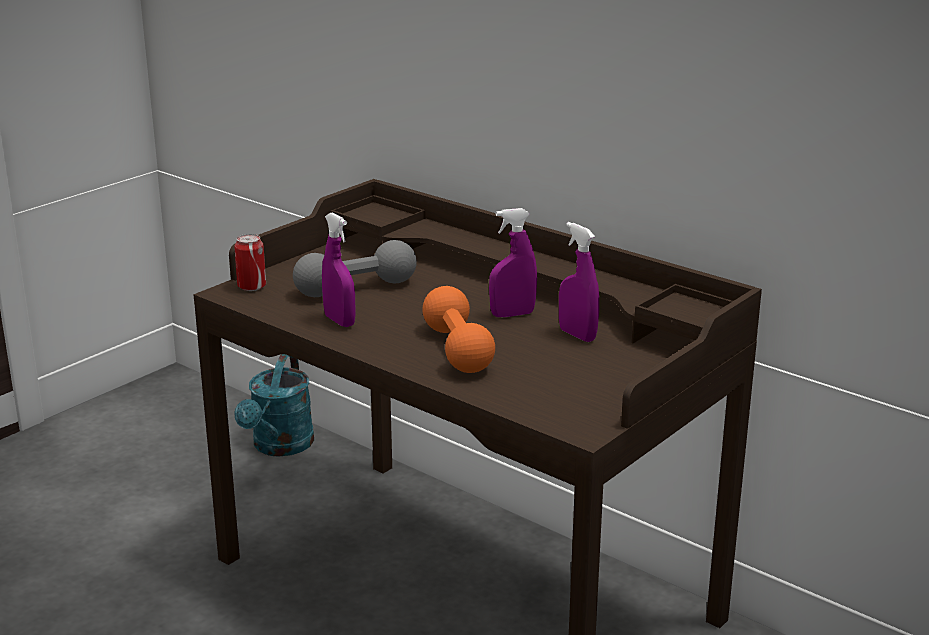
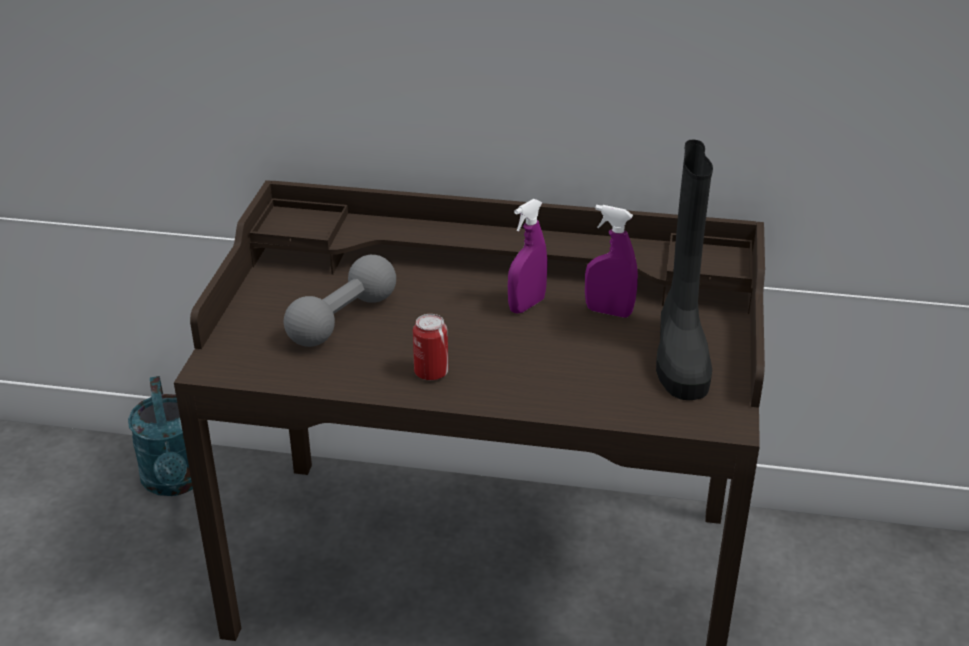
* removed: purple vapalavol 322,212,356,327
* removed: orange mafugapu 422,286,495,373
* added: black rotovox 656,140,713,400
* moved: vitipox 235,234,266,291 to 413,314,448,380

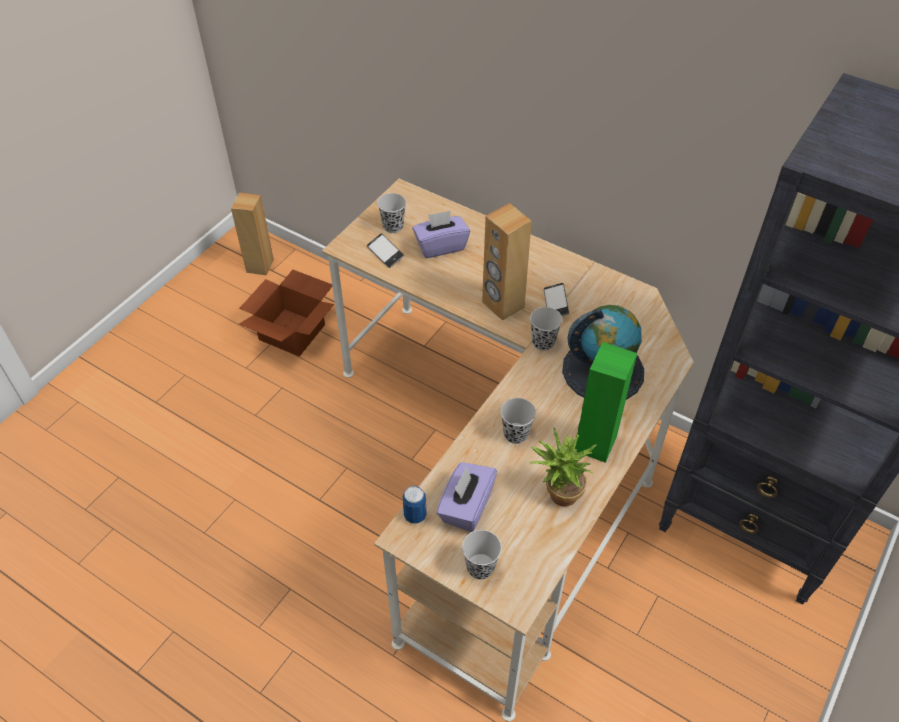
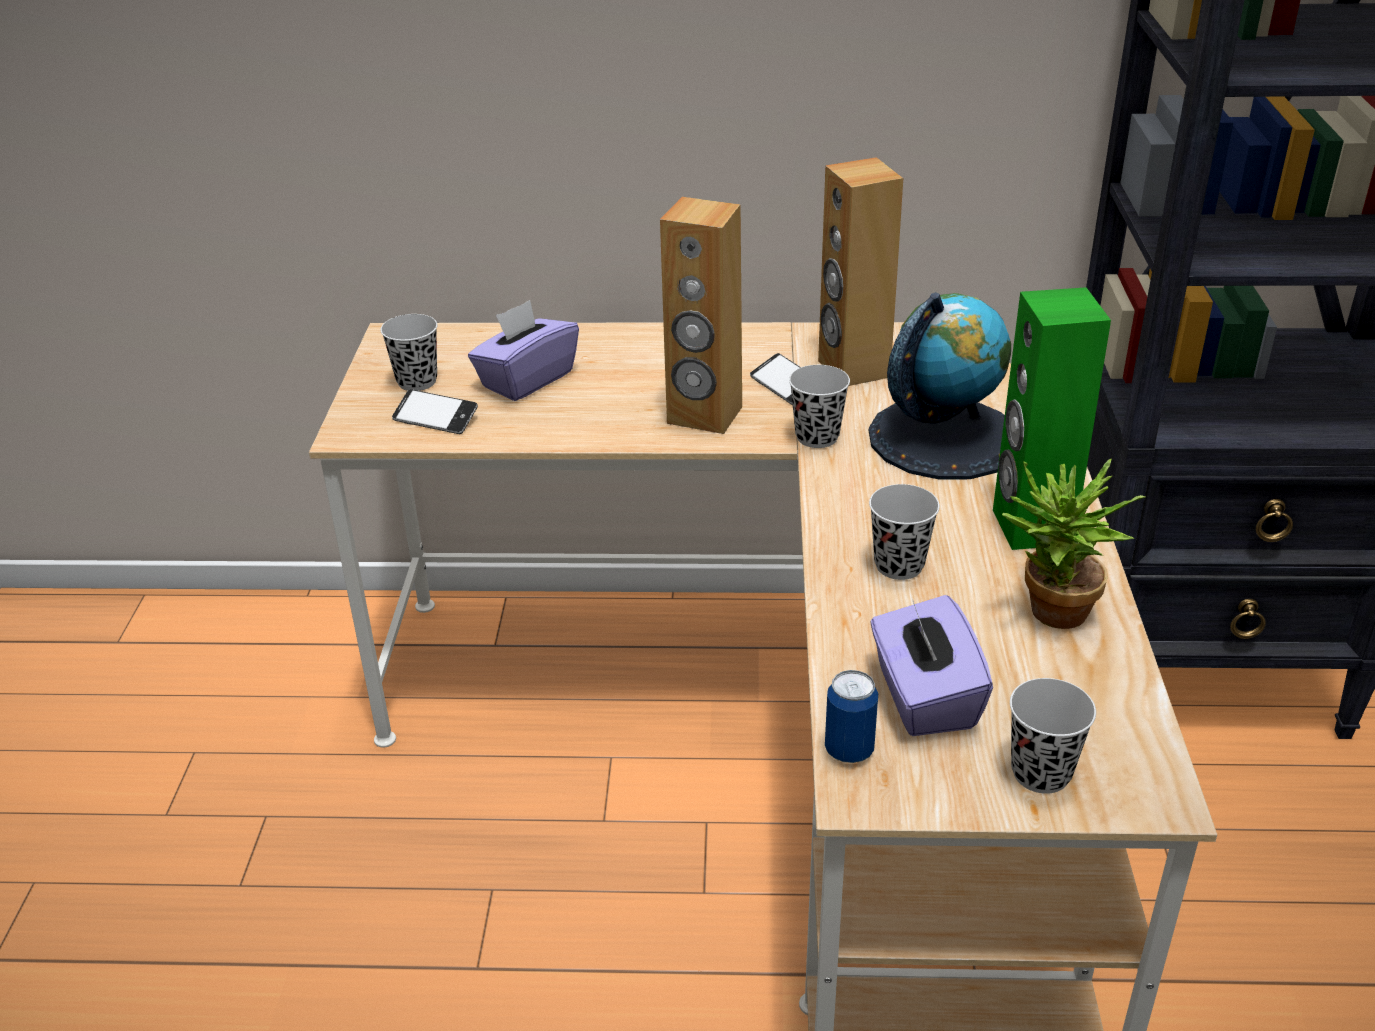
* removed: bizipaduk 239,269,334,357
* moved: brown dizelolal 231,193,274,275 to 818,157,903,386

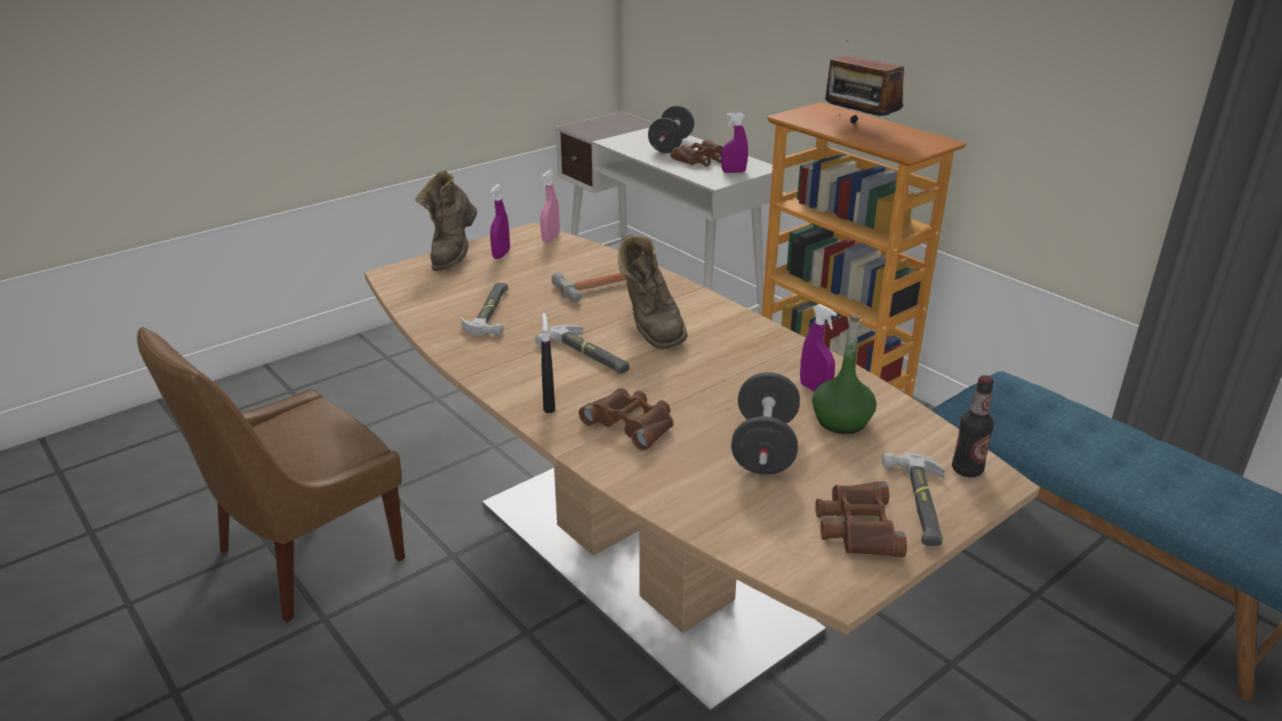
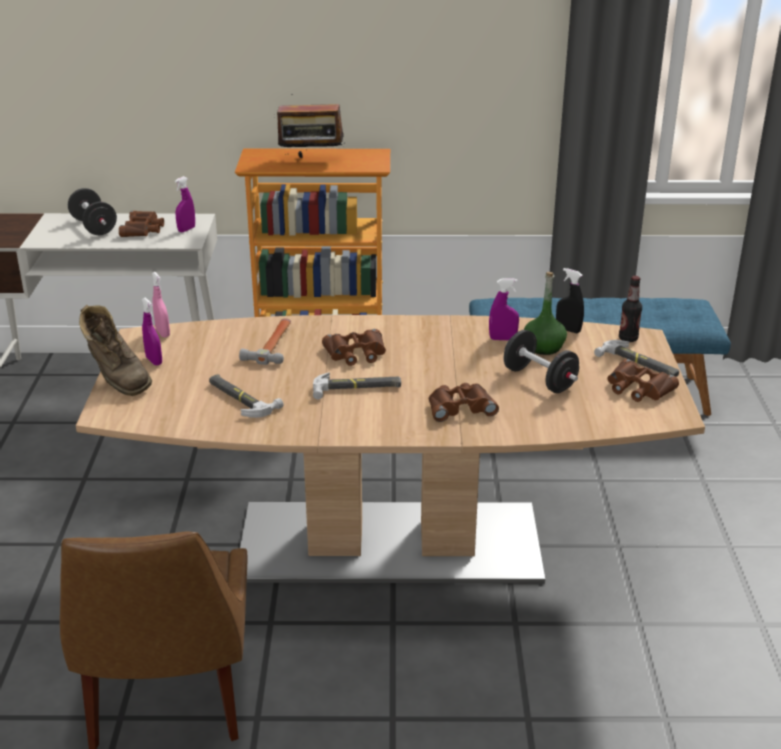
* moved: black vapalavol 541,313,555,413 to 556,268,584,333
* replaced: brown rotovox 618,234,688,350 to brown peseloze 322,329,386,366

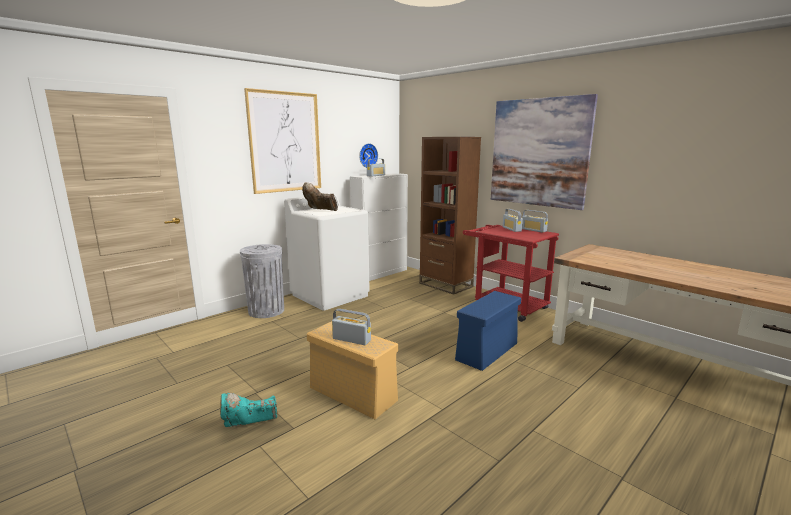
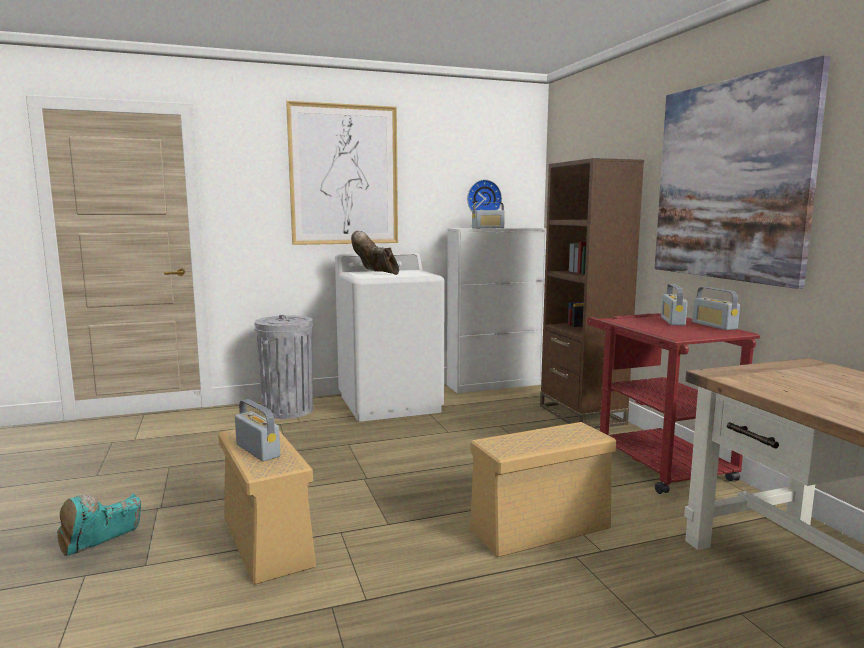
* recoloured: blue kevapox 455,291,521,371 to beige kevapox 470,422,616,557
* turned: turquoise rotovox 220,393,277,427 = 57,494,141,556 60 degrees counterclockwise

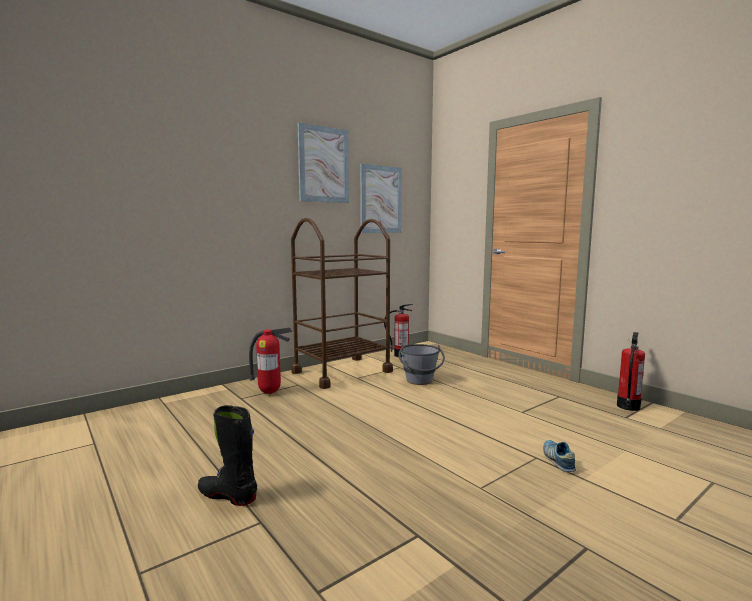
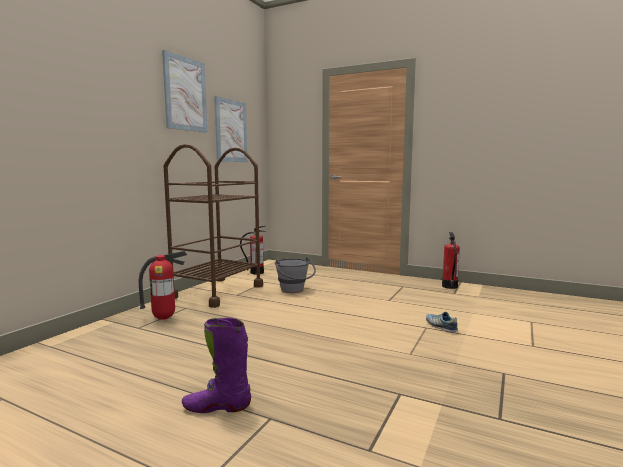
* recoloured: black rotovox 198,405,257,506 to purple rotovox 182,318,251,413

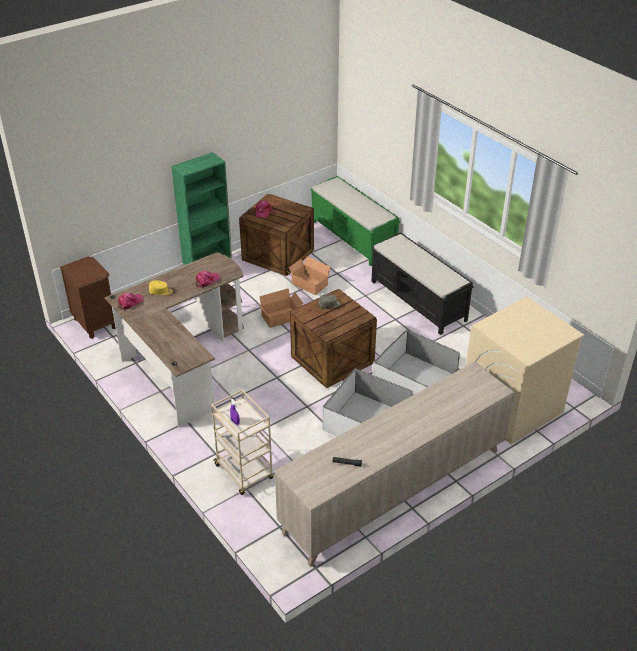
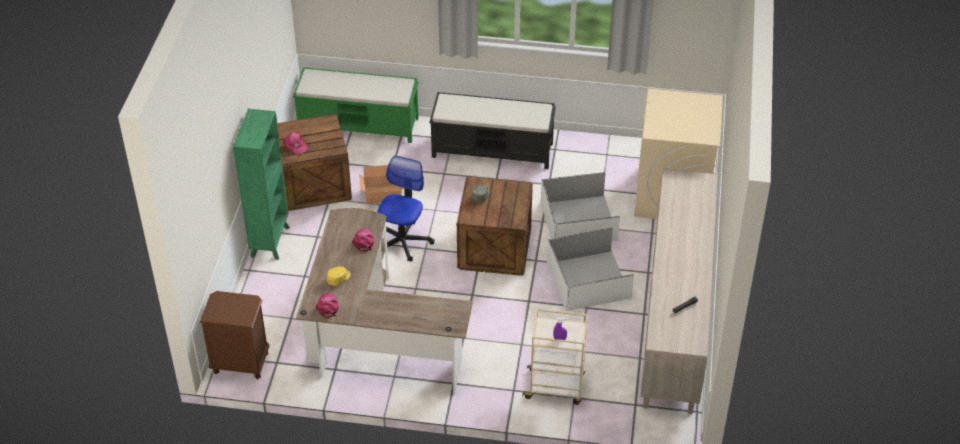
* replaced: bizipaduk 257,288,303,328 to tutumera 377,156,434,262

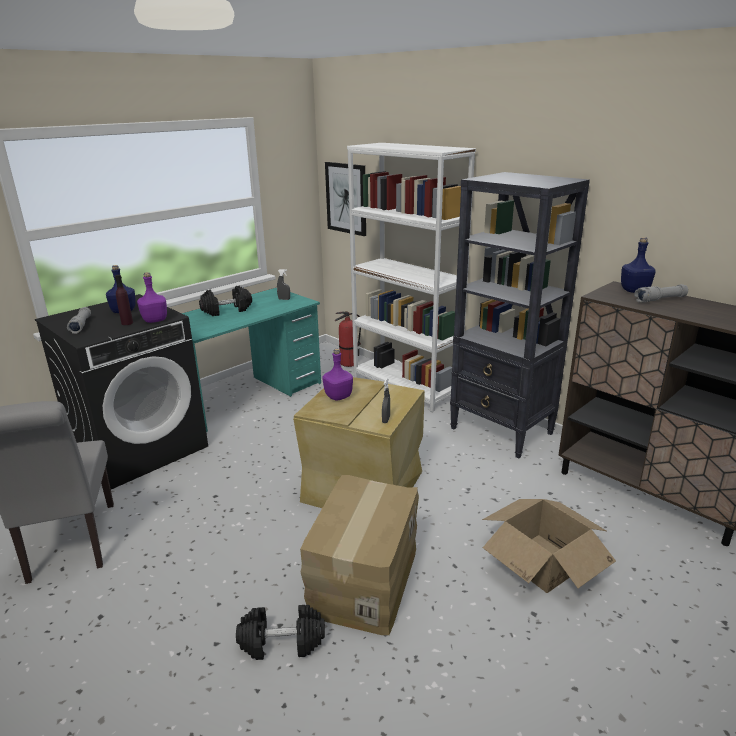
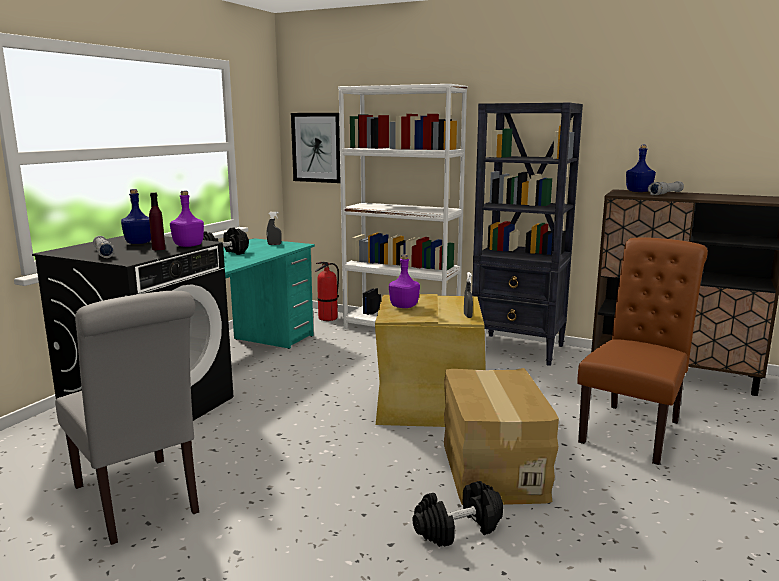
* replaced: bizipaduk 482,499,616,593 to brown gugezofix 578,237,708,465

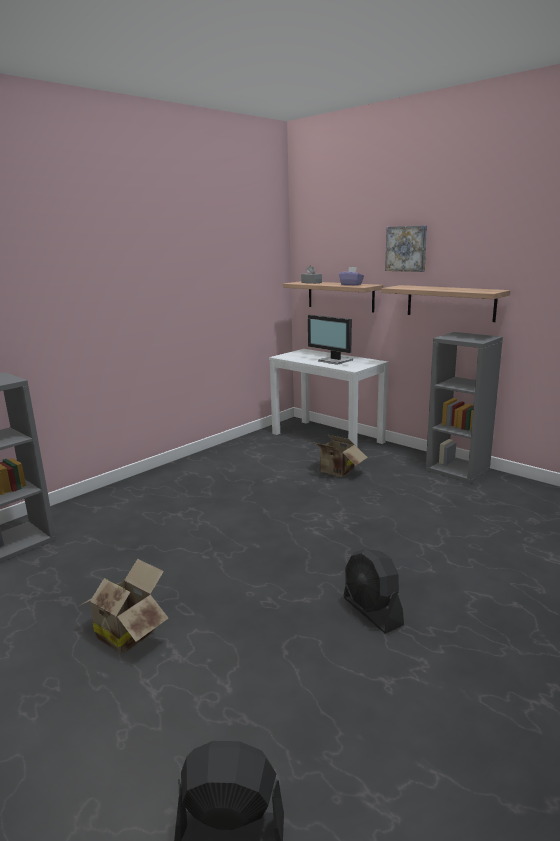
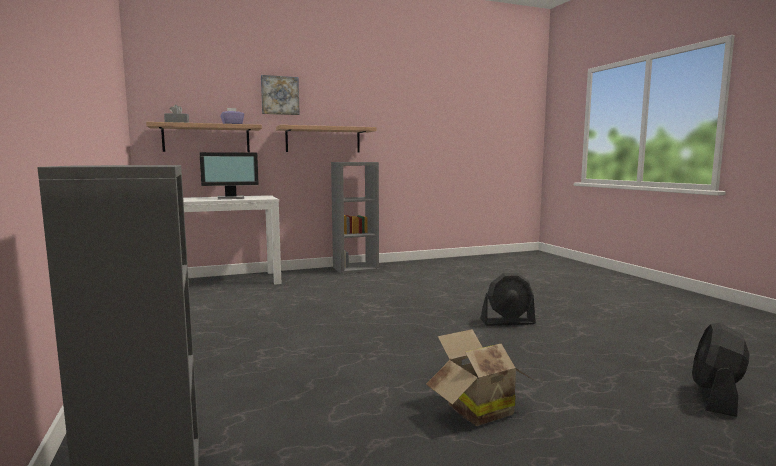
* removed: bizipaduk 309,435,368,477

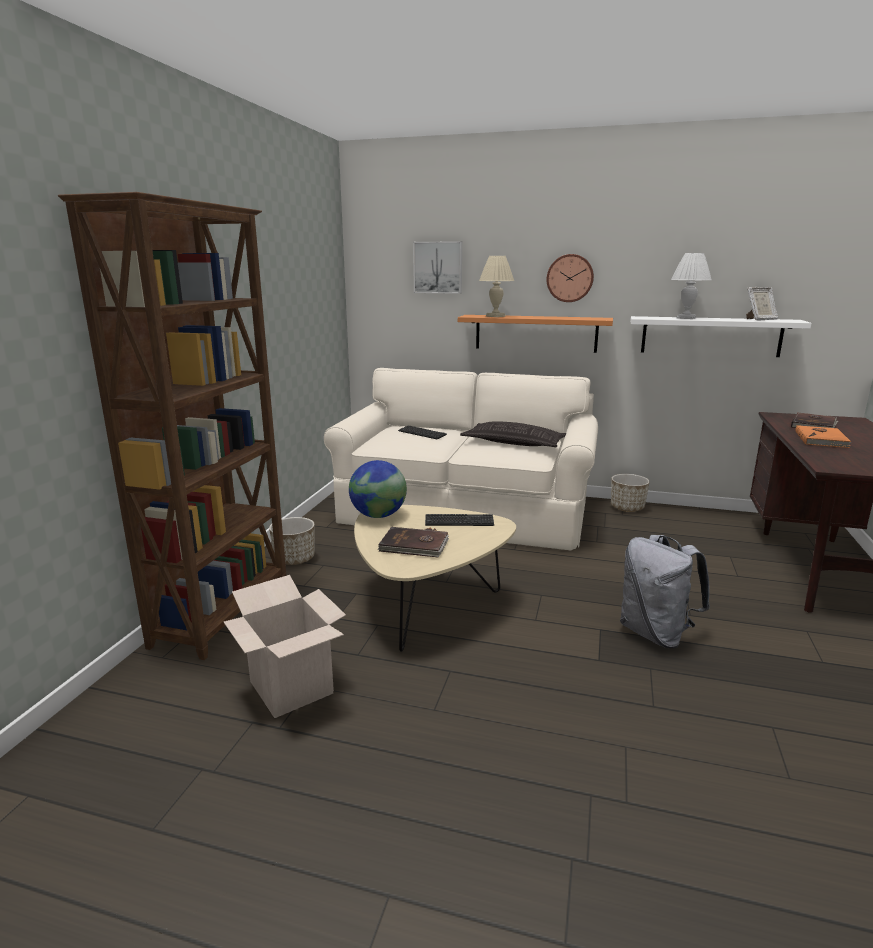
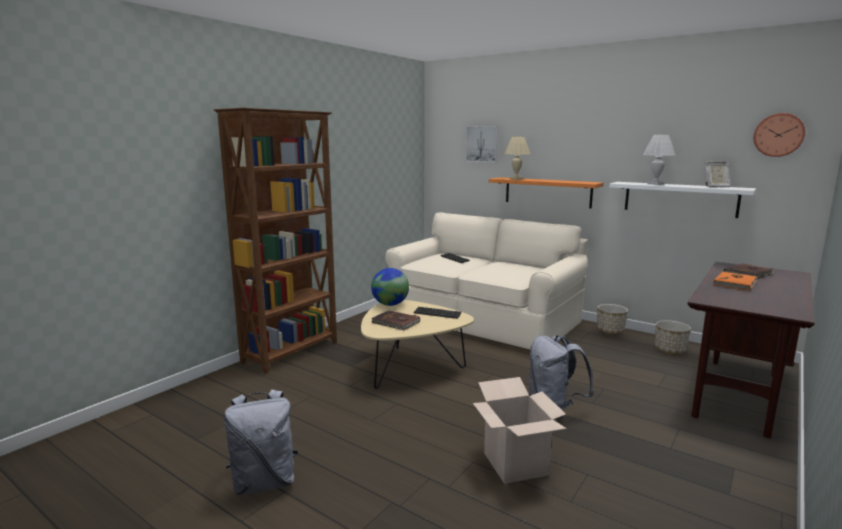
* removed: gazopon 460,421,566,447
* added: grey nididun 224,390,298,495
* moved: bizipaduk 224,575,346,718 to 473,377,567,484
* moved: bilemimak 269,517,315,565 to 655,320,691,354
* moved: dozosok 547,254,594,302 to 754,113,805,157

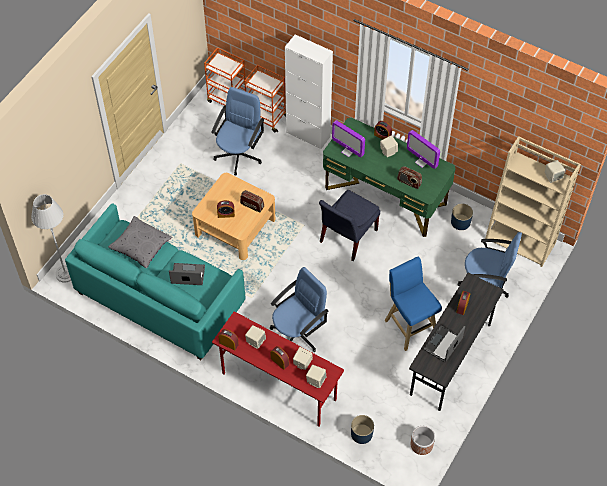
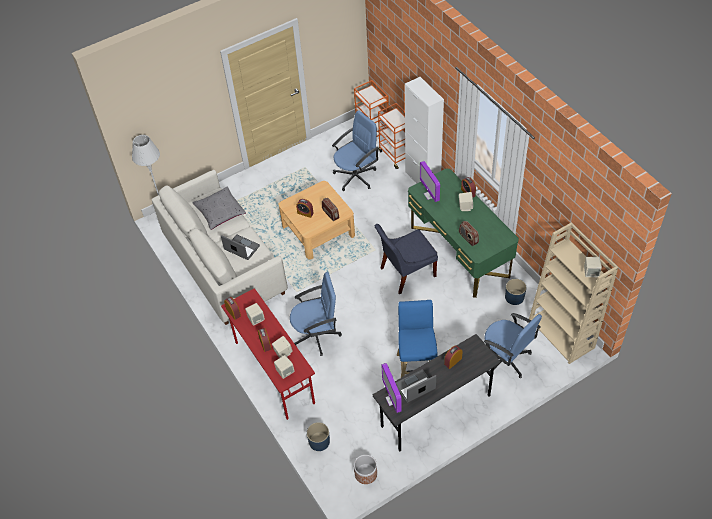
* moved: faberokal 407,130,440,169 to 381,363,402,413
* recoloured: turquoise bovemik 65,203,245,360 to white bovemik 152,170,288,325

